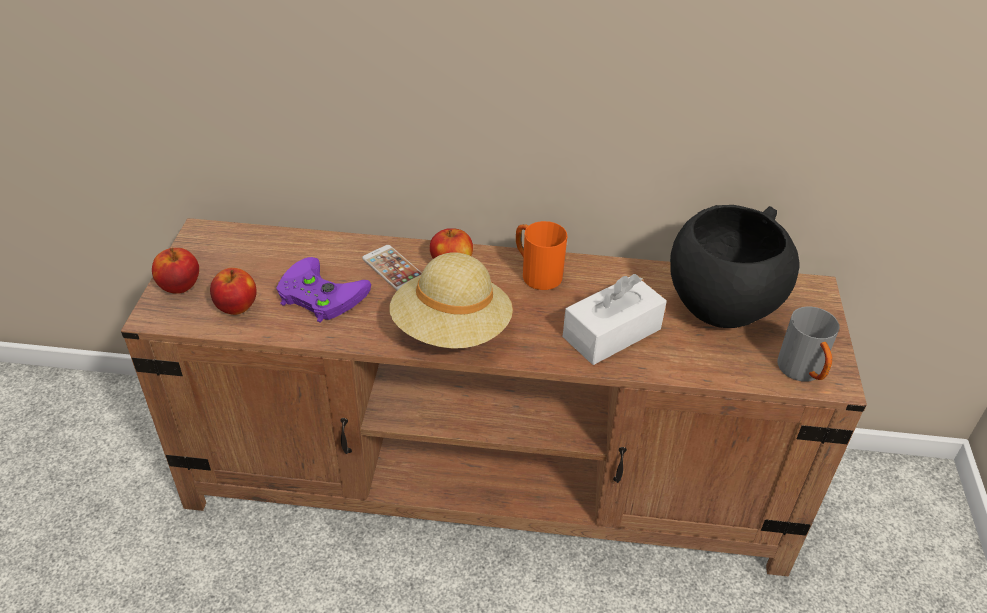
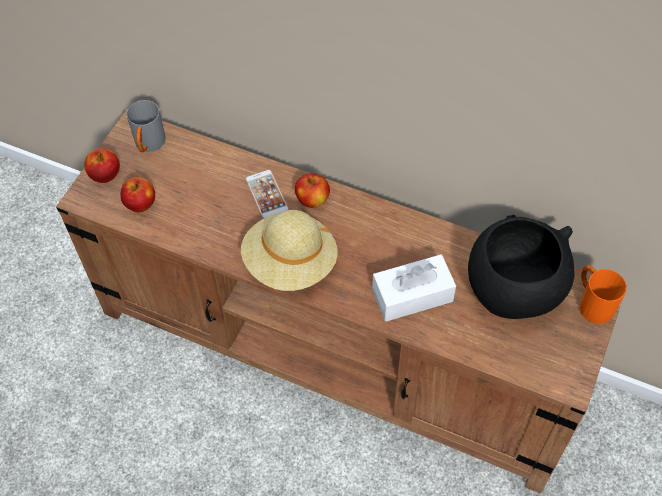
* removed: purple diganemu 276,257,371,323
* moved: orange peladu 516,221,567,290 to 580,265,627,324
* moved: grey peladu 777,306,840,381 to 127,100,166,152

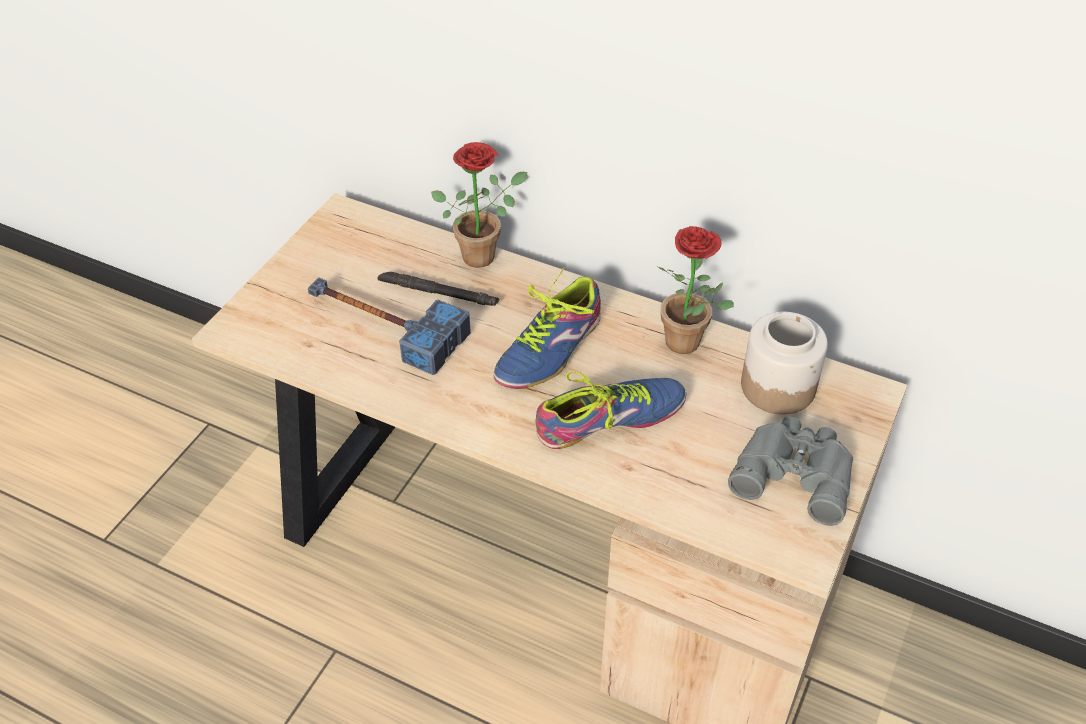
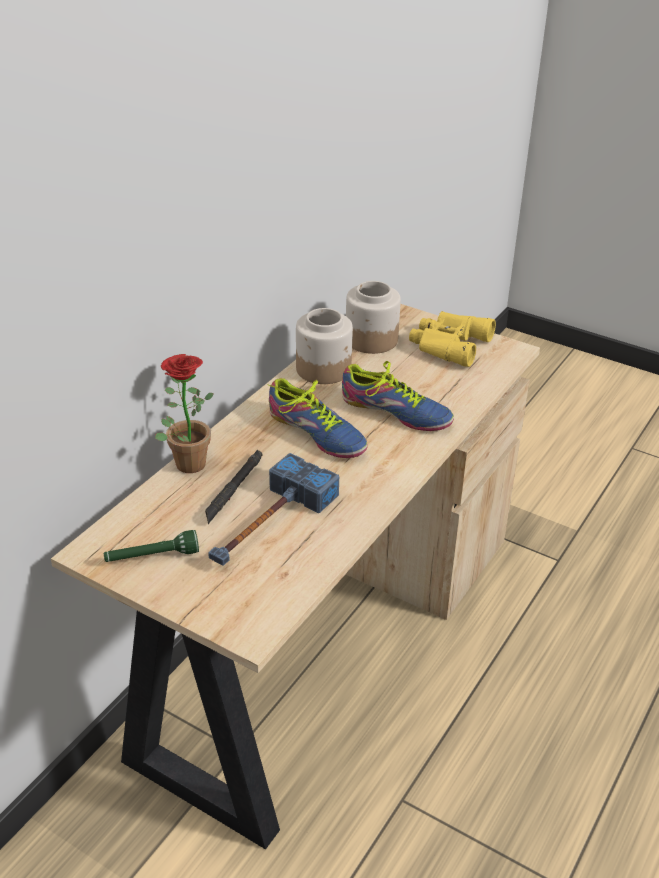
* added: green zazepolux 104,530,199,562
* replaced: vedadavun 658,226,734,354 to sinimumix 296,308,353,384
* recoloured: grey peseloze 728,416,853,526 to yellow peseloze 409,311,496,367
* turned: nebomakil 536,372,686,449 = 342,361,454,431 135 degrees clockwise

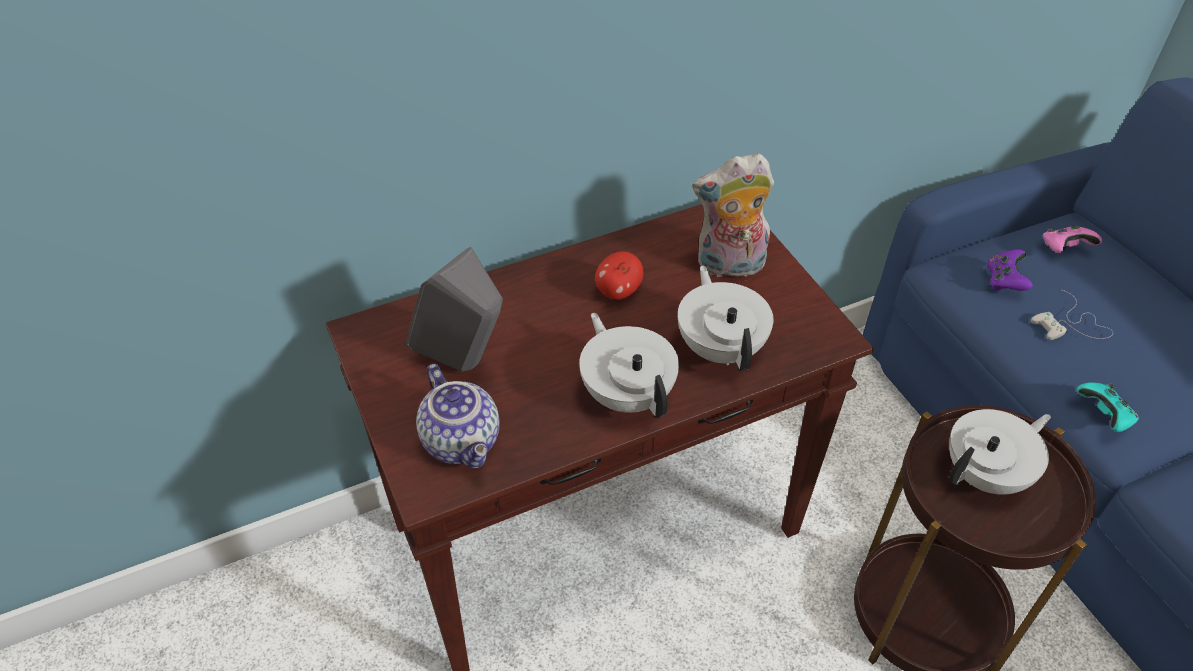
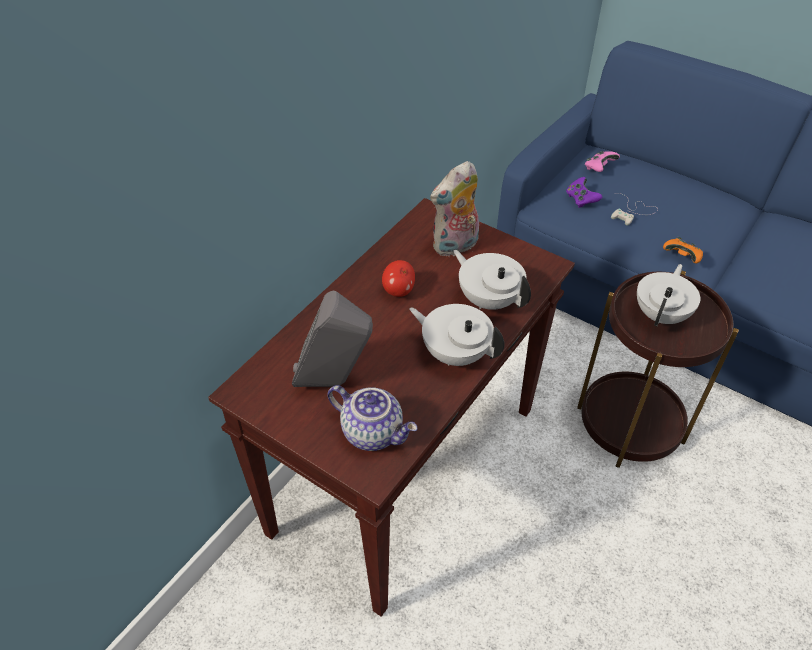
* recoloured: turquoise diganemu 1077,383,1139,432 to orange diganemu 663,237,703,263

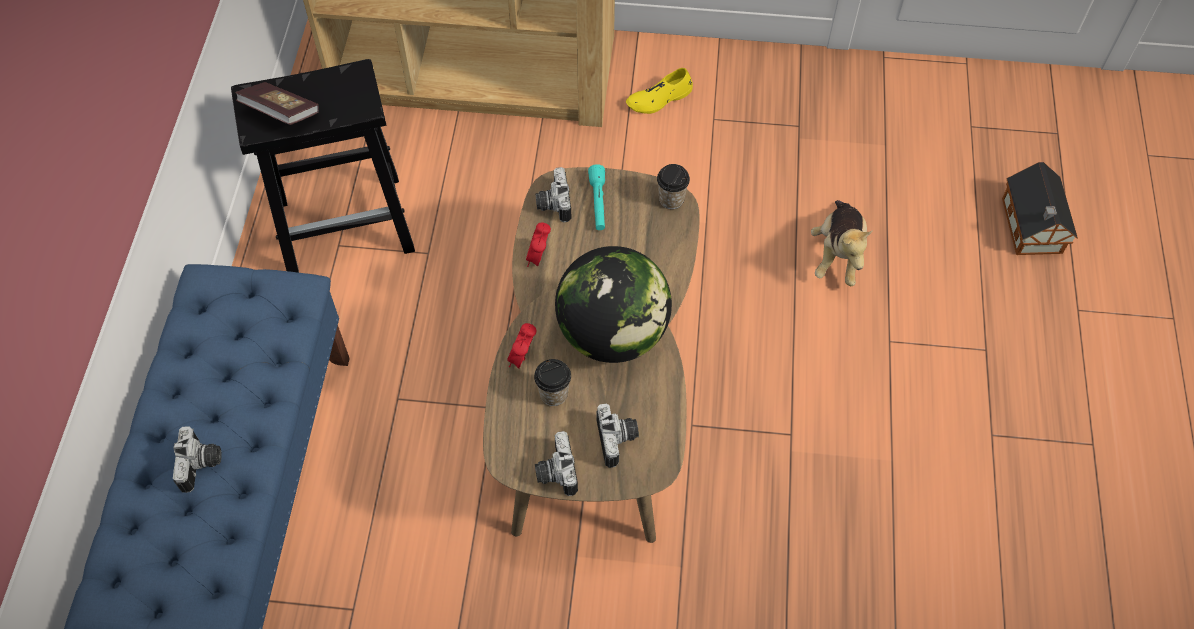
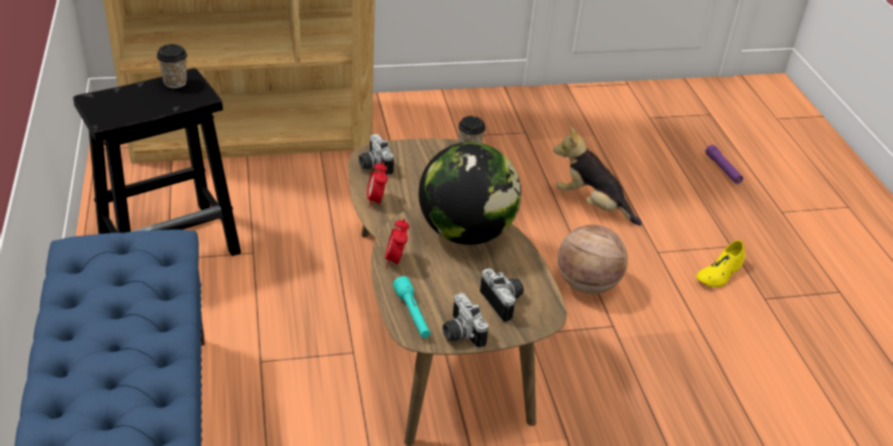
* removed: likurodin 173,426,222,493
* removed: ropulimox 235,82,319,125
* added: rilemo 558,225,628,294
* moved: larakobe 534,359,571,406 to 157,44,187,88
* moved: turquoise zazepolux 588,164,605,230 to 393,276,430,338
* moved: yellow nebomakil 626,68,693,114 to 696,240,745,287
* replaced: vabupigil 1002,162,1078,255 to purple zazepolux 705,145,743,184
* turned: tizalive 811,200,873,287 = 553,126,642,226 135 degrees clockwise

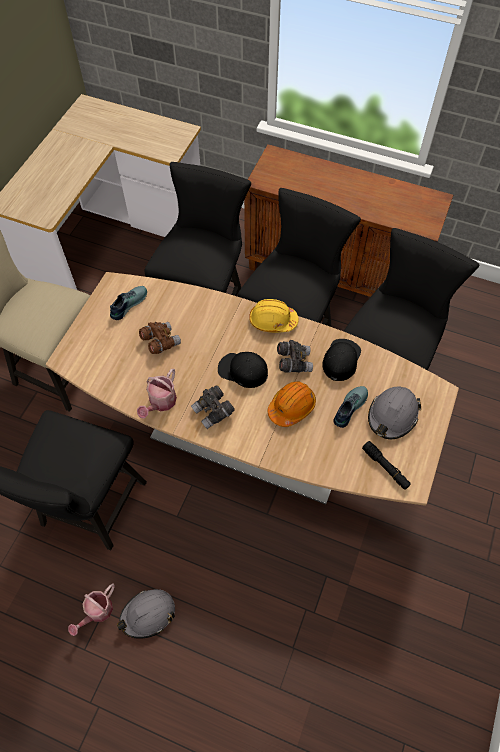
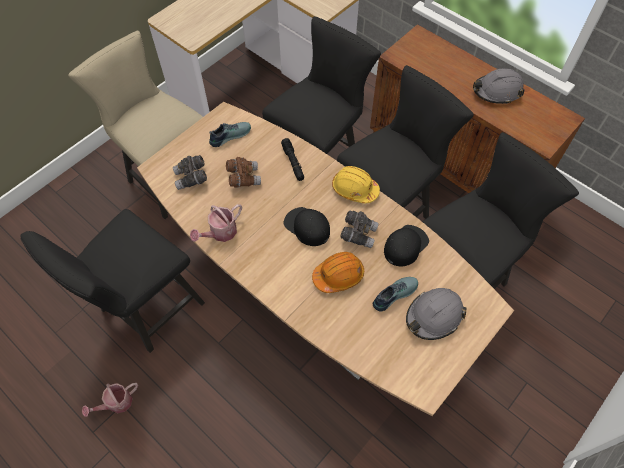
* moved: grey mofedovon 117,589,175,639 to 473,68,525,104
* moved: grey peseloze 191,385,235,429 to 173,155,207,190
* moved: black zazepolux 362,441,411,490 to 281,138,304,181

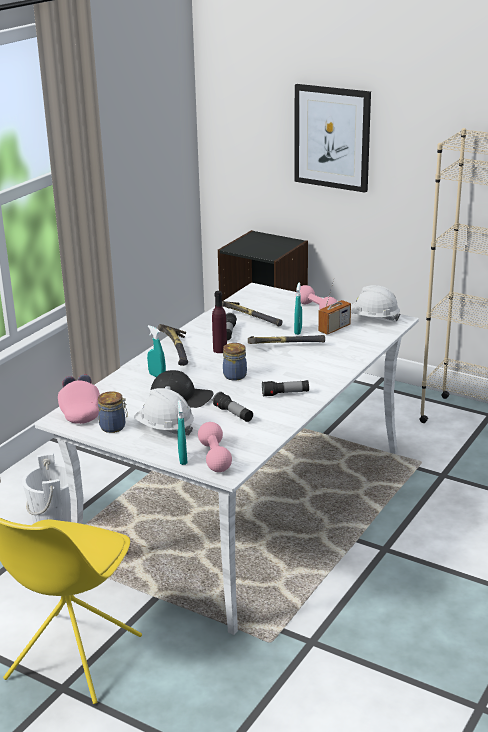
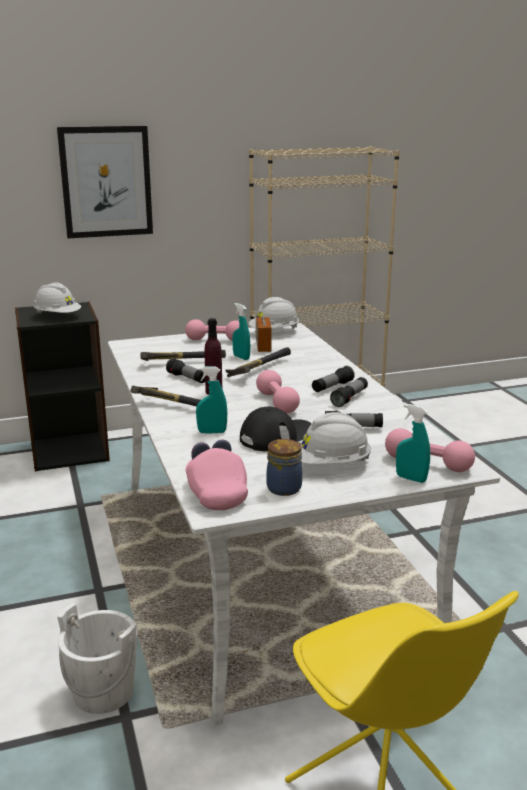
* added: white mofedovon 33,282,81,314
* added: zazepolux 312,366,355,392
* replaced: sinimumix 223,343,247,381 to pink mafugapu 256,370,300,414
* turned: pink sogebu 58,374,100,424 = 186,440,248,510 45 degrees clockwise

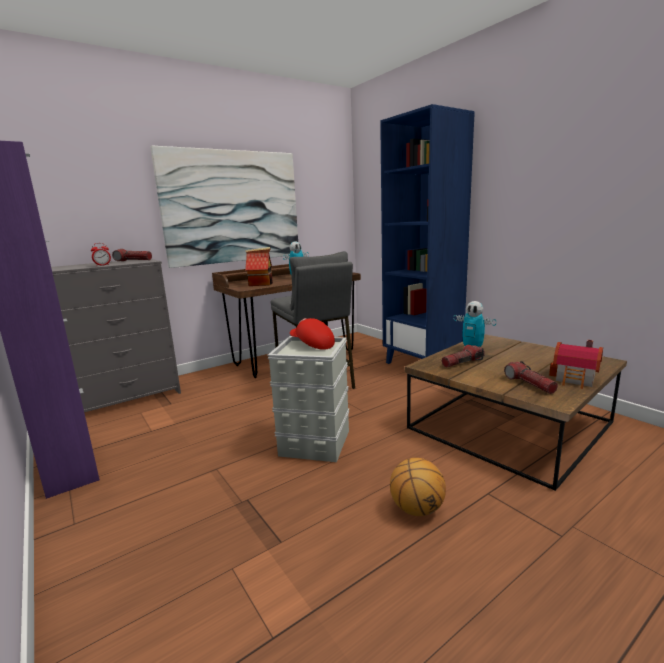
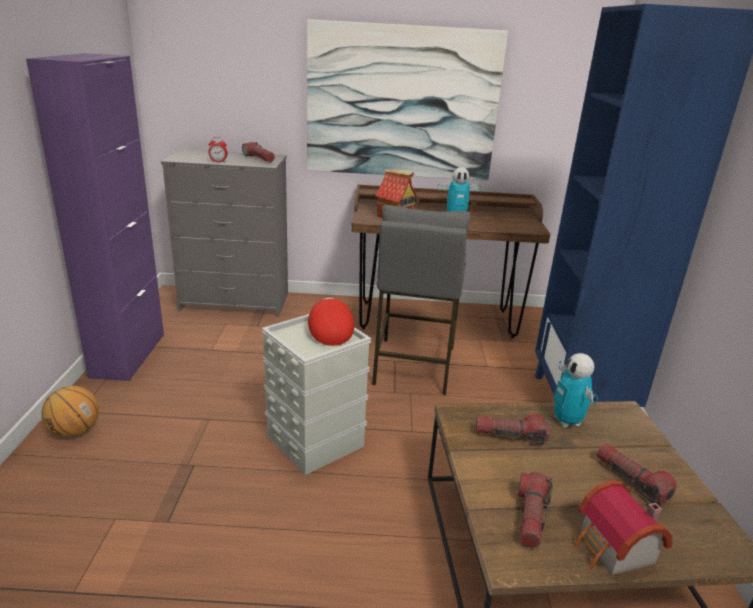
* added: zazepolux 597,443,676,503
* moved: rilemo 390,458,446,516 to 42,386,99,437

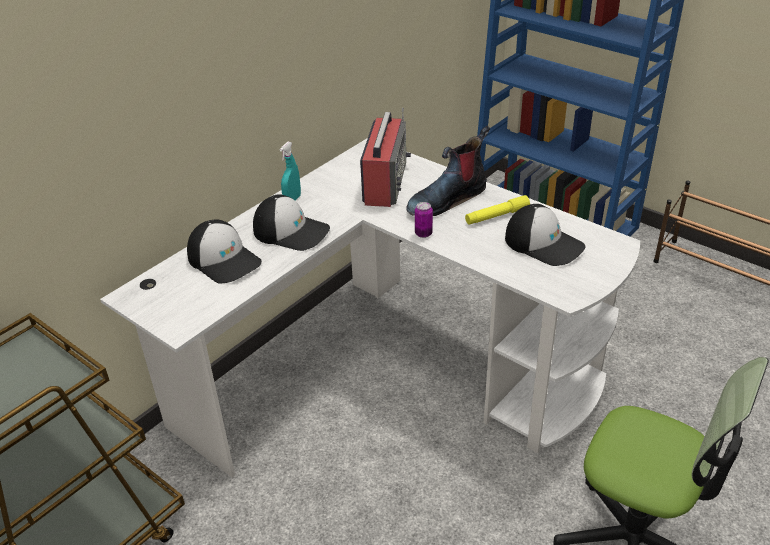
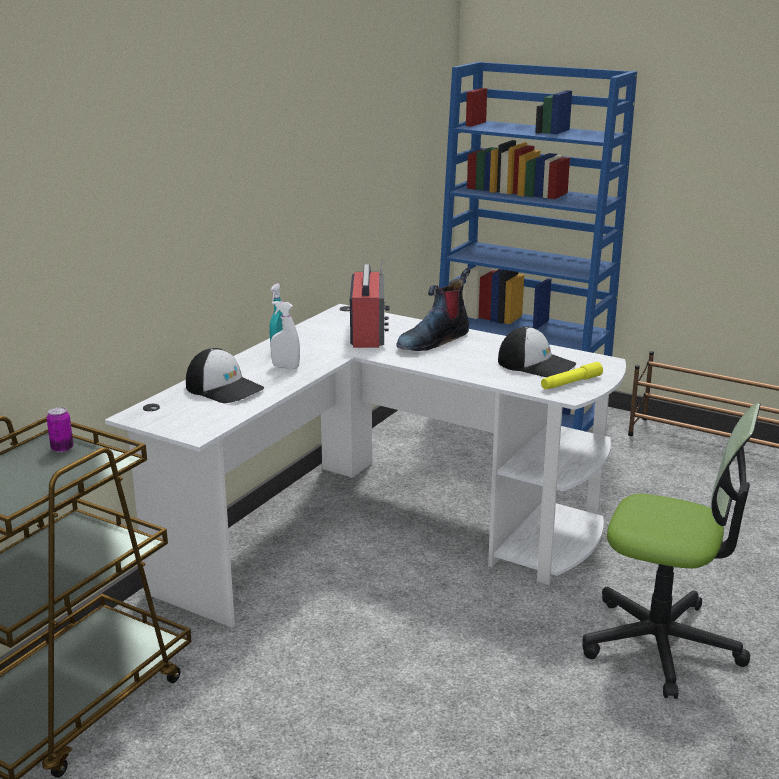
* moved: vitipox 415,202,433,238 to 47,407,73,453
* moved: yellow zazepolux 465,195,530,225 to 541,362,603,390
* replaced: sogebu 253,194,330,251 to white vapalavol 270,301,300,369

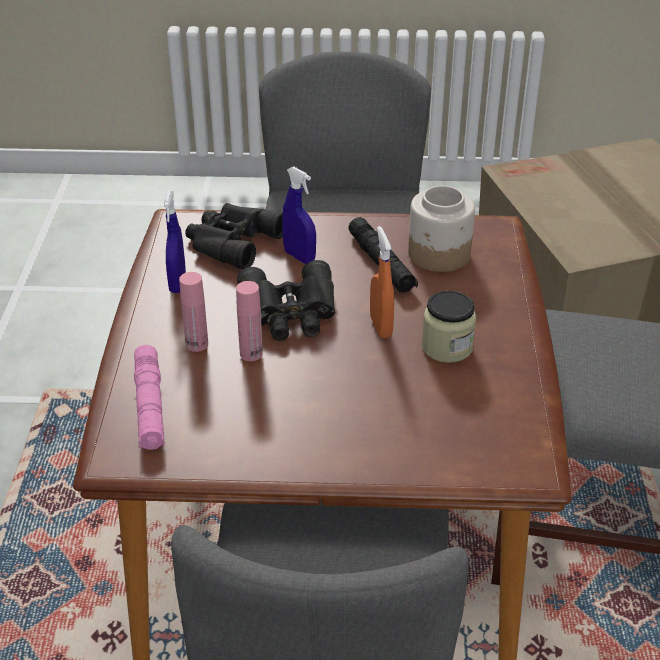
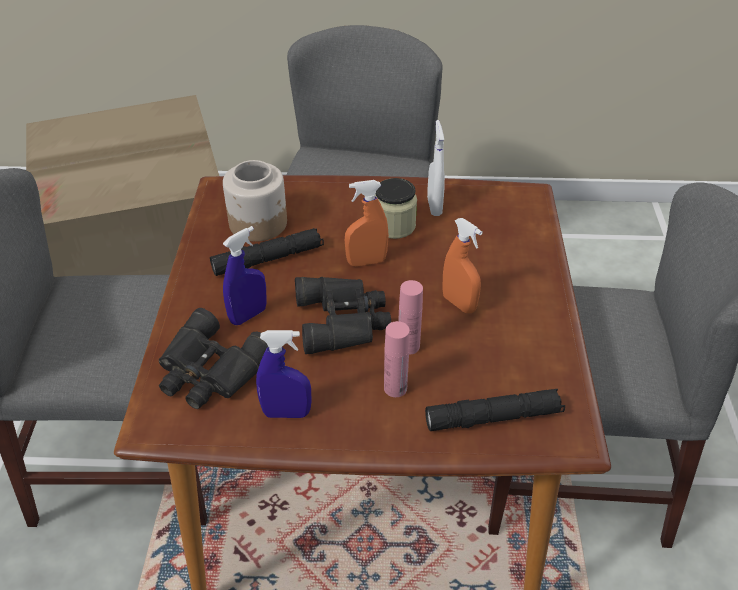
* added: white vapalavol 427,120,445,216
* added: orange vapalavol 442,218,483,313
* recoloured: pink zazepolux 134,345,165,450 to black zazepolux 425,389,565,431

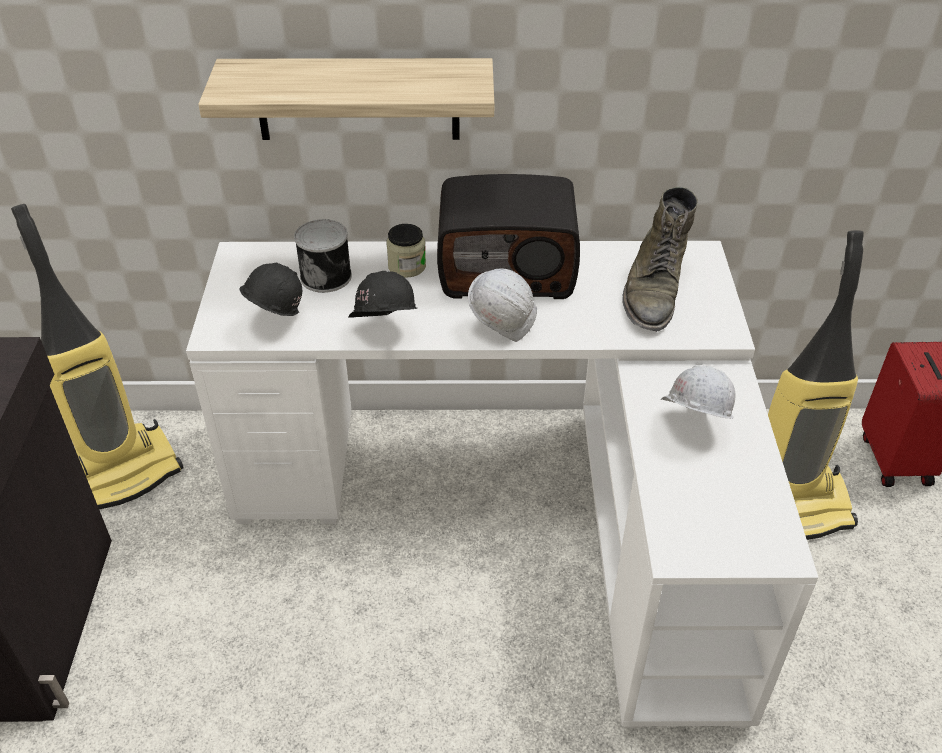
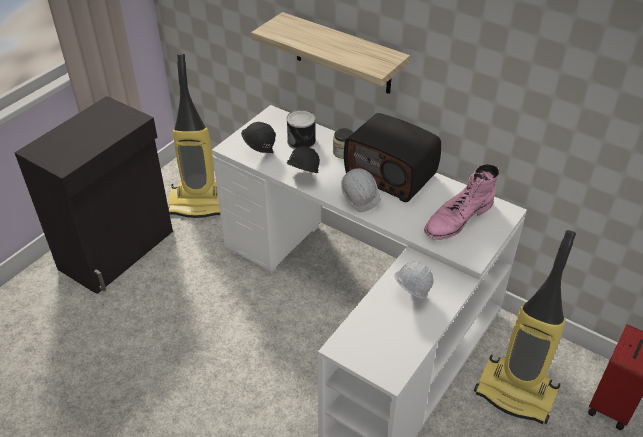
* recoloured: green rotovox 622,186,698,332 to pink rotovox 424,164,499,240

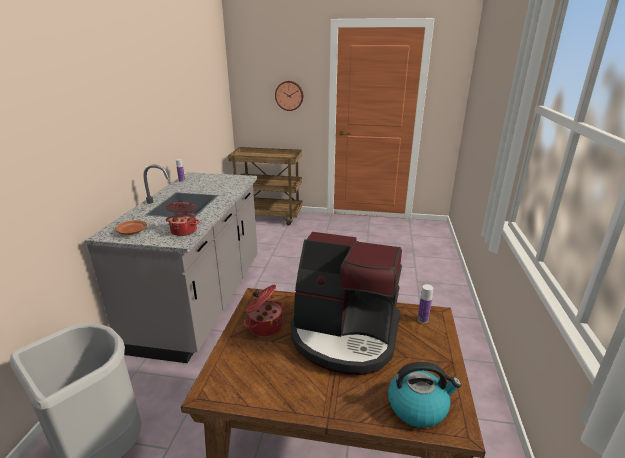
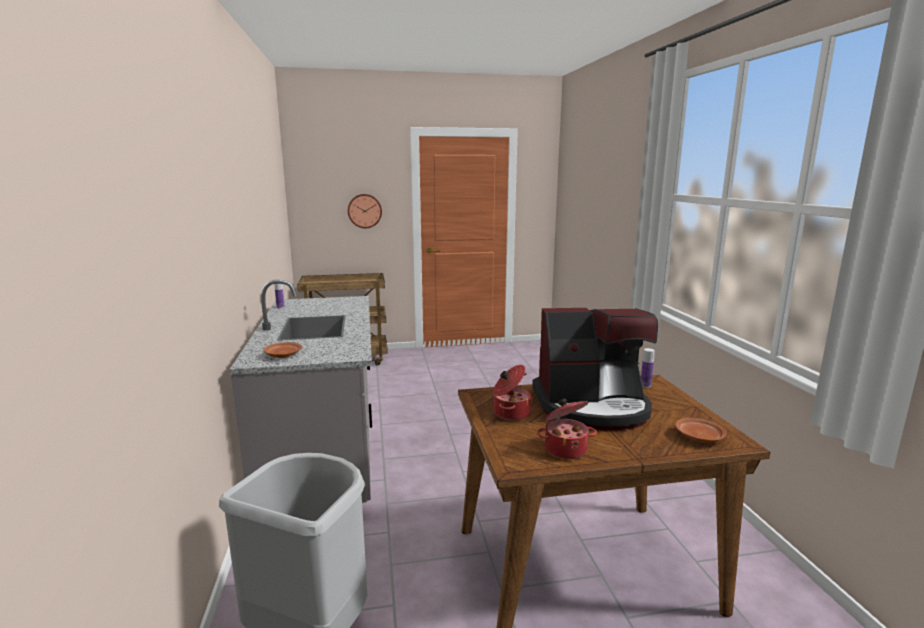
* moved: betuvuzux 166,200,200,236 to 537,399,597,459
* replaced: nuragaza 388,362,462,428 to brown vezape 675,418,726,443

